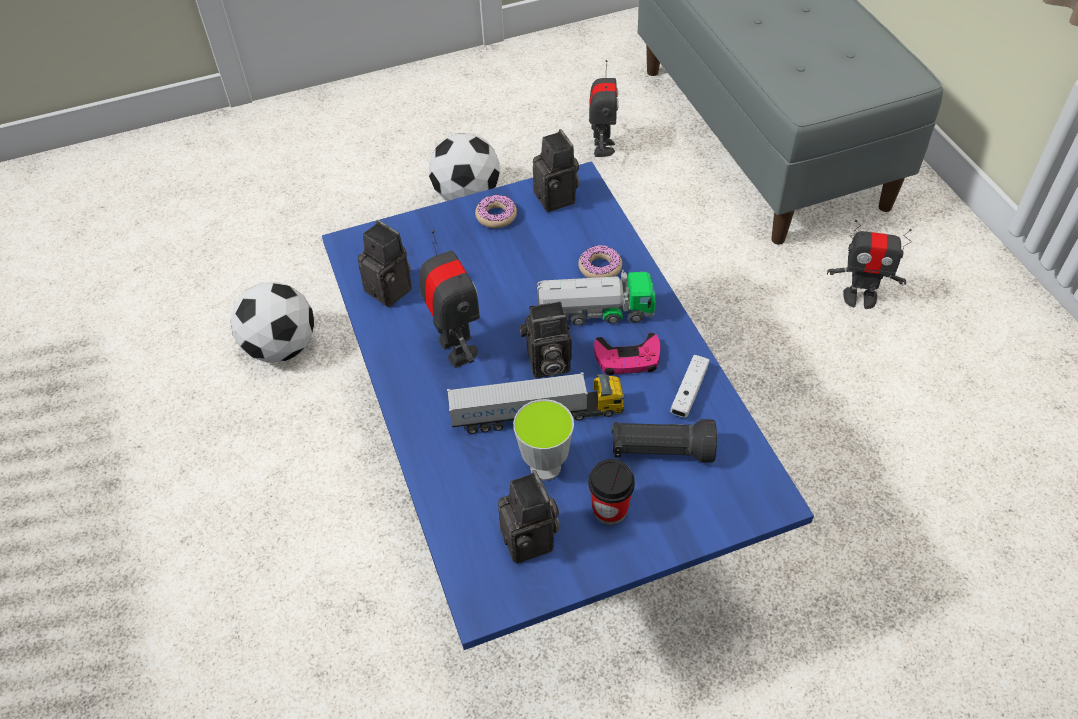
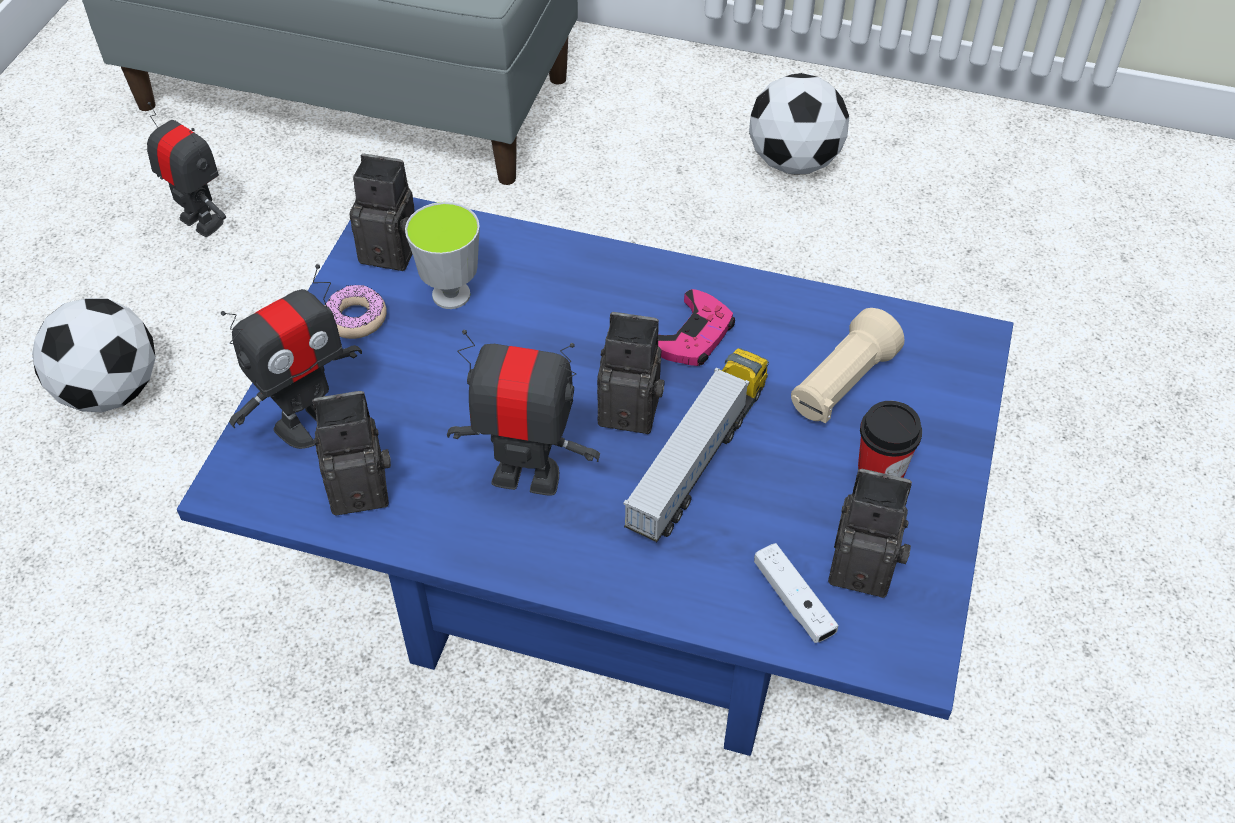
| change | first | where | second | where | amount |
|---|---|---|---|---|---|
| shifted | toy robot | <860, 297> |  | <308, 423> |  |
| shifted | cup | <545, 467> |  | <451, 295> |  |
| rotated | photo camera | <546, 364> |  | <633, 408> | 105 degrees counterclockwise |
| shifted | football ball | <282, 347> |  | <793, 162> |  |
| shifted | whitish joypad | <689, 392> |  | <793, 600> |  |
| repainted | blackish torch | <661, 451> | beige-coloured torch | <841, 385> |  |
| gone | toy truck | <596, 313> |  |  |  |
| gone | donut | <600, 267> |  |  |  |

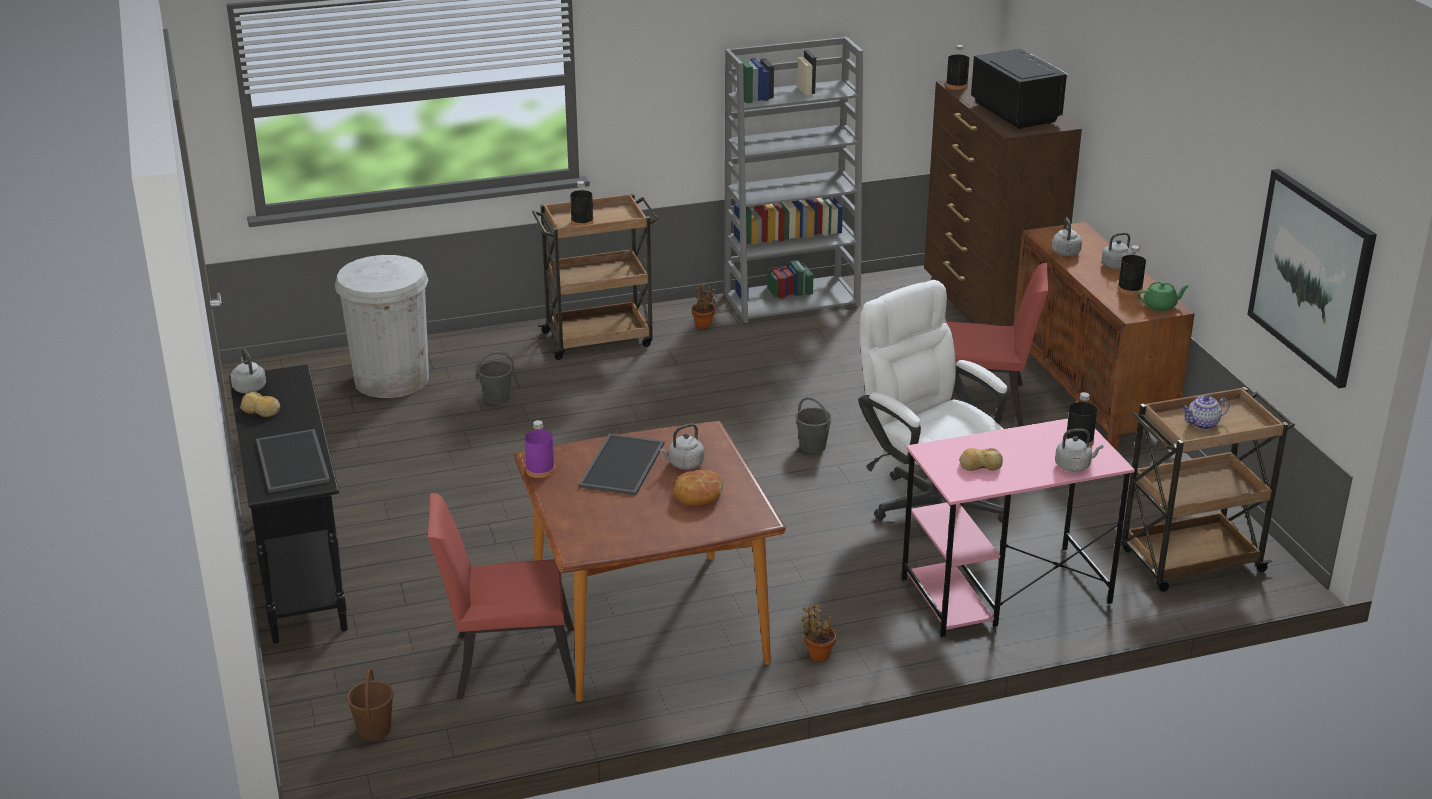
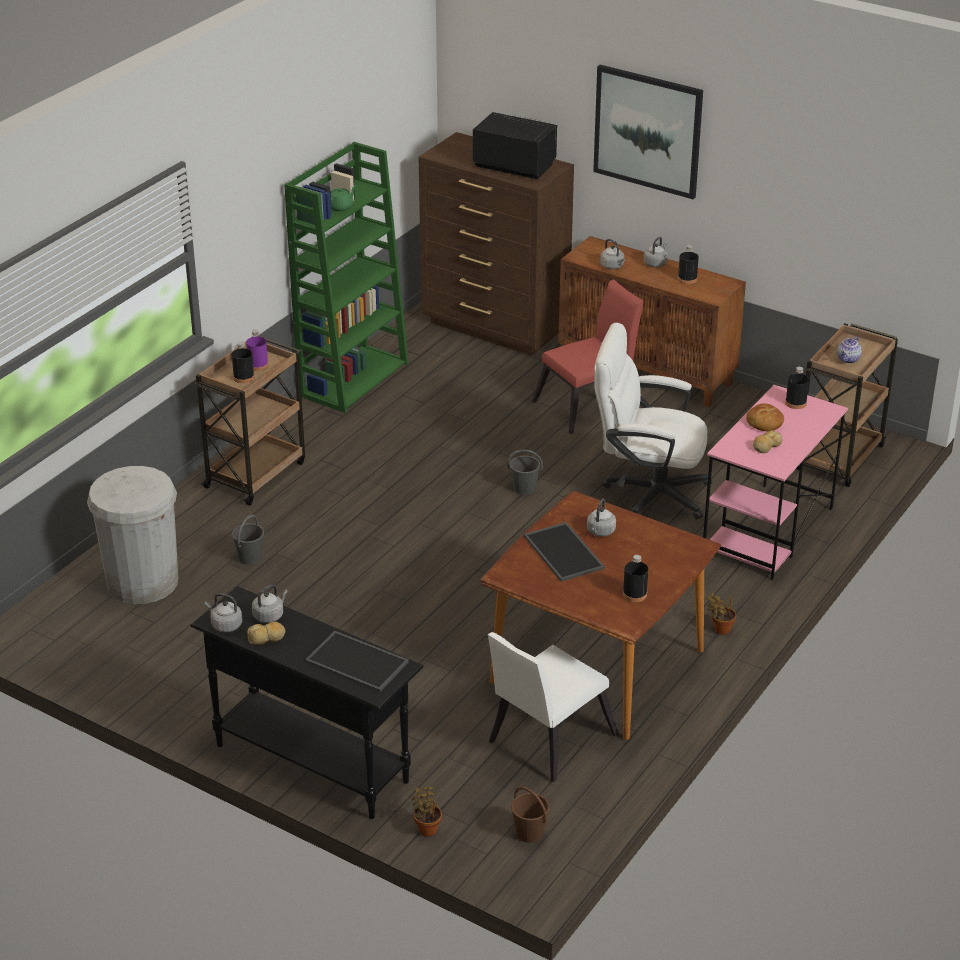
| change | first | where | second | where | amount |
|---|---|---|---|---|---|
| shifted | purple-coloured drink bottle | <540, 470> |  | <258, 365> |  |
| shifted | grey tea kettle | <1074, 466> |  | <269, 615> |  |
| repainted | grey bookcase | <793, 299> | green-coloured bookcase | <353, 378> |  |
| shifted | green-coloured teapot | <1160, 306> |  | <341, 207> |  |
| shifted | houseplant | <704, 324> |  | <427, 829> |  |
| repainted | red-coloured upright chair | <506, 662> | whitish upright chair | <546, 741> |  |
| shifted | picture | <1311, 276> |  | <648, 131> |  |
| shifted | blackish drink bottle | <956, 86> |  | <634, 594> |  |
| shifted | bakery bread | <698, 495> |  | <764, 423> |  |

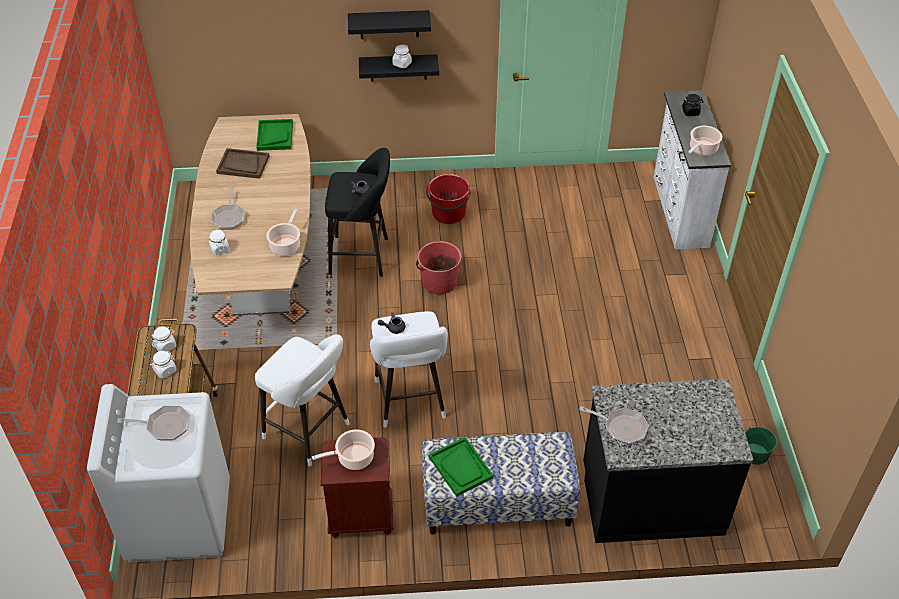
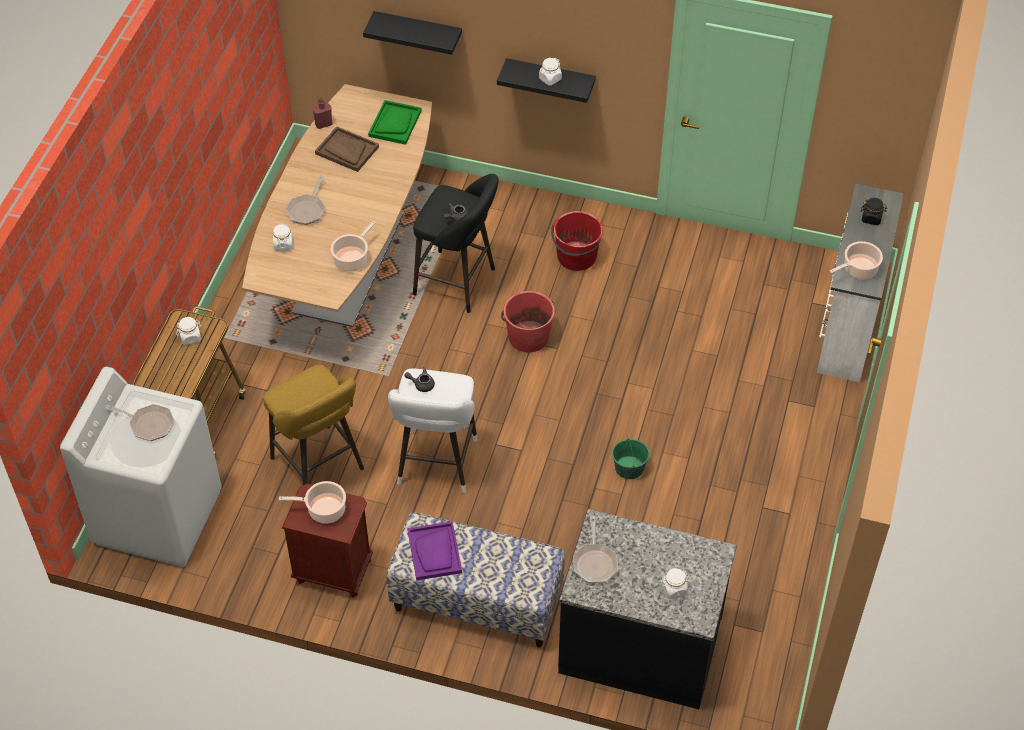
| change | first | where | second | where | amount |
|---|---|---|---|---|---|
| repainted | whitish sitting stool | <310, 433> | yellow-coloured sitting stool | <320, 467> |  |
| new |  |  | red-coloured drink bottle | <323, 124> |  |
| shifted | blackish bracket shelf | <389, 24> |  | <418, 32> |  |
| repainted | green-coloured carrying tray | <461, 467> | purple-coloured carrying tray | <434, 552> |  |
| rotated | frying pan | <621, 427> |  | <595, 562> | 45 degrees clockwise |
| shifted | green-coloured pail | <755, 454> |  | <629, 468> |  |
| shifted | whitish jar | <165, 370> |  | <673, 589> |  |

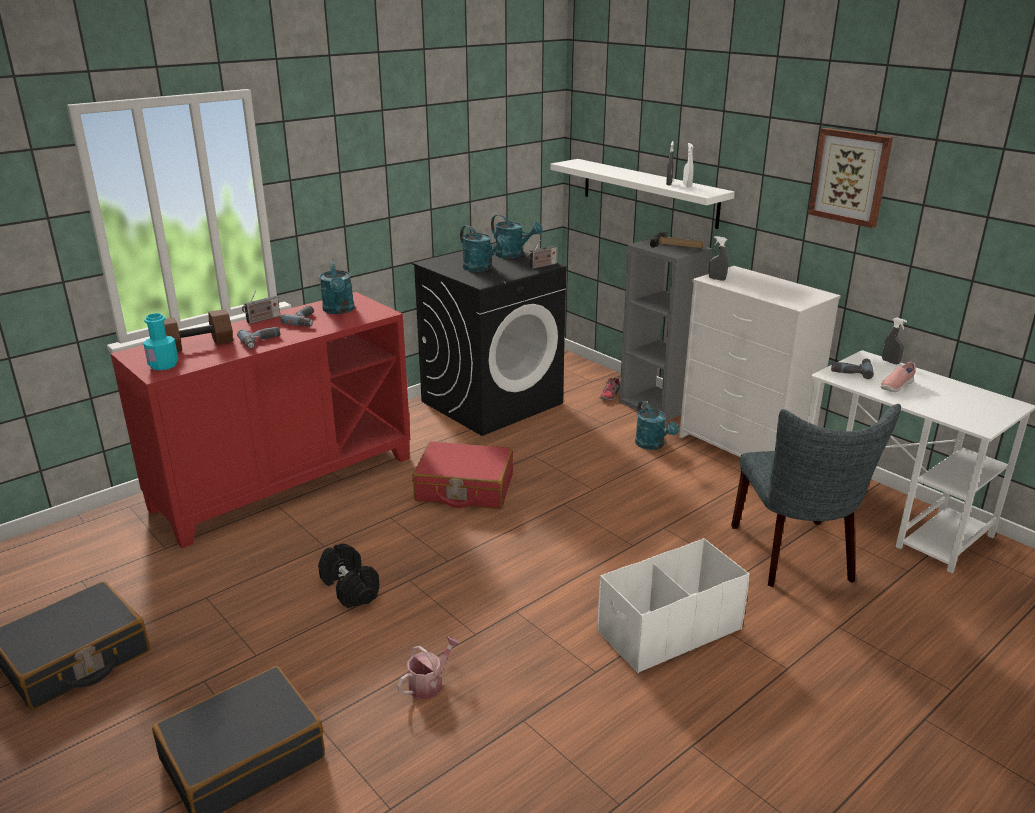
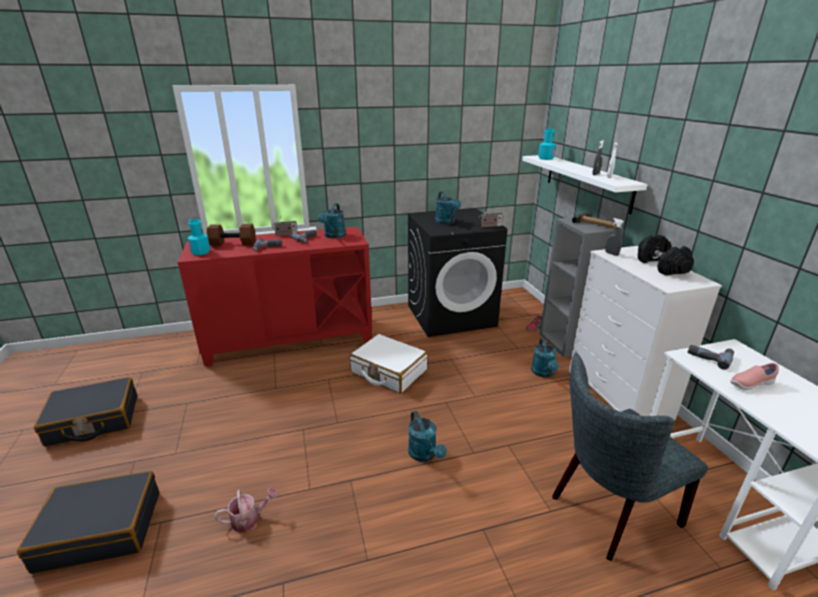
| change | first | where | second | where | amount |
|---|---|---|---|---|---|
| repainted | red-coloured suitcase | <464, 488> | whitish suitcase | <388, 371> |  |
| shifted | turquoise-coloured watering can | <513, 255> |  | <425, 455> |  |
| new |  |  | turquoise-coloured drink bottle | <545, 158> |  |
| rotated | grey upright chair | <796, 557> |  | <608, 512> | 45 degrees clockwise |
| shifted | blackish hand weight | <350, 588> |  | <662, 266> |  |
| gone | whitish storage container | <668, 630> |  |  |  |
| gone | picture | <850, 177> |  |  |  |
| gone | grey hand sprayer | <890, 362> |  |  |  |

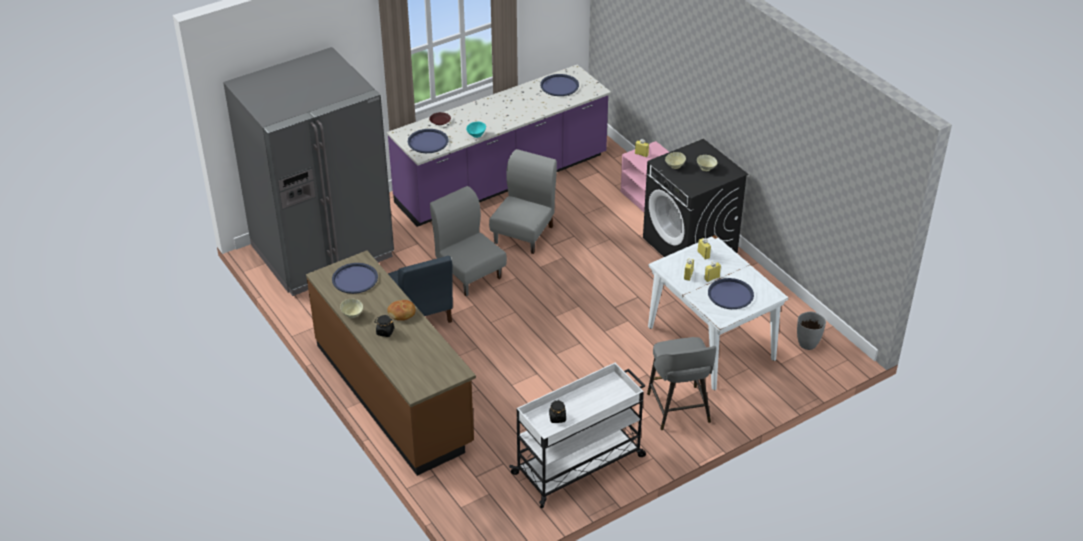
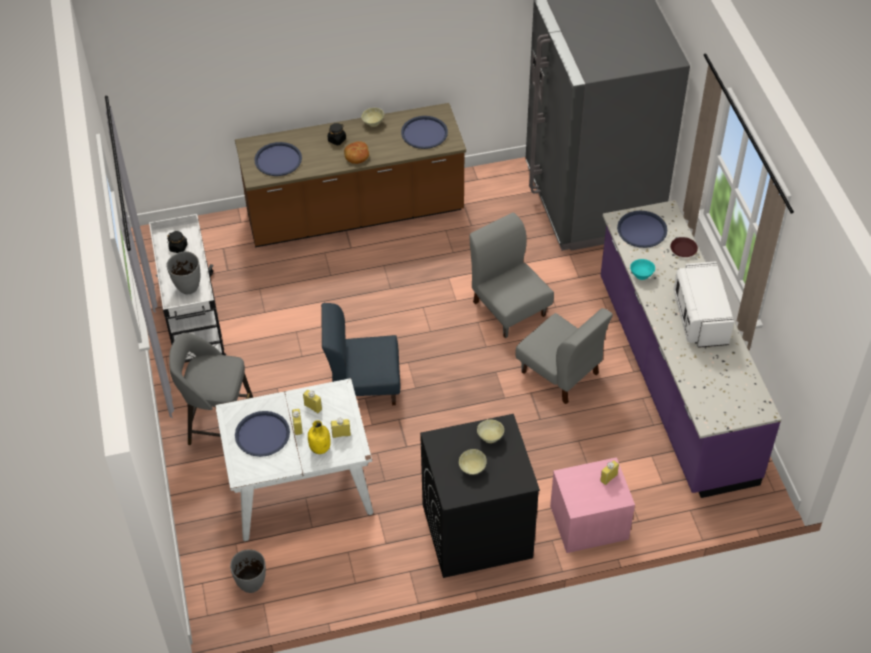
| change | first | where | second | where | amount |
|---|---|---|---|---|---|
| new |  |  | grey vase | <188, 288> |  |
| shifted | bluish carrying tray | <559, 86> |  | <278, 160> |  |
| new |  |  | yellow-coloured drink bottle | <320, 448> |  |
| shifted | bluish upright chair | <422, 312> |  | <364, 385> |  |
| rotated | grey upright chair | <469, 273> |  | <509, 308> | 105 degrees counterclockwise |
| new |  |  | whitish microwave oven | <700, 318> |  |

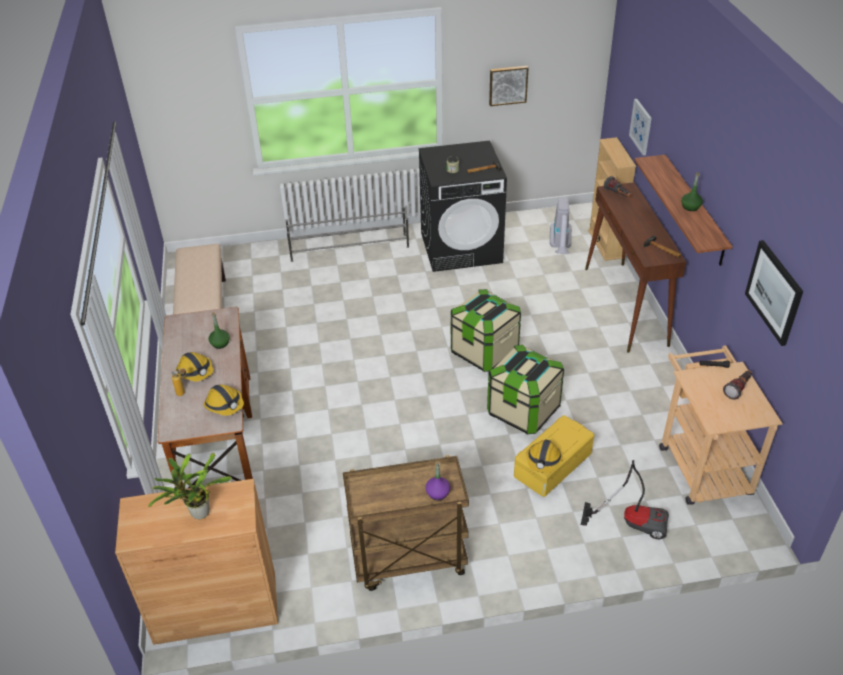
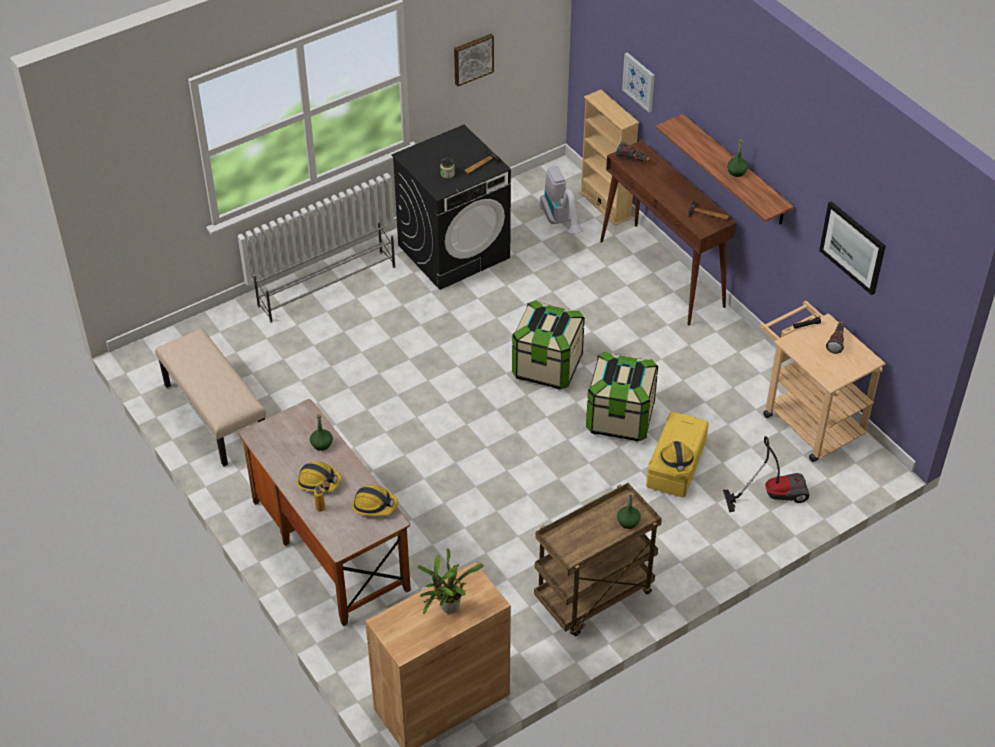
| change | first | where | second | where | amount |
|---|---|---|---|---|---|
| repainted | purple-coloured drink bottle | <437, 493> | green-coloured drink bottle | <628, 522> |  |

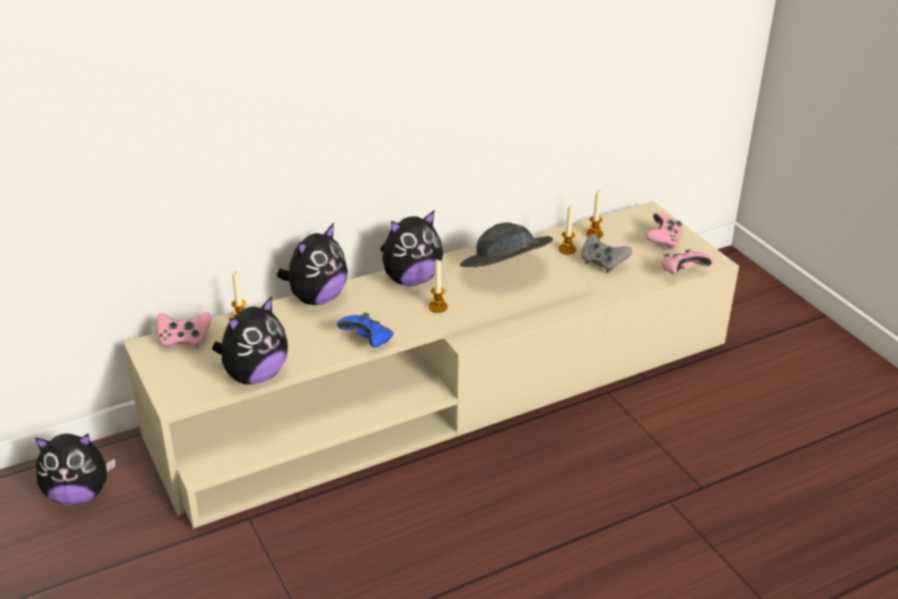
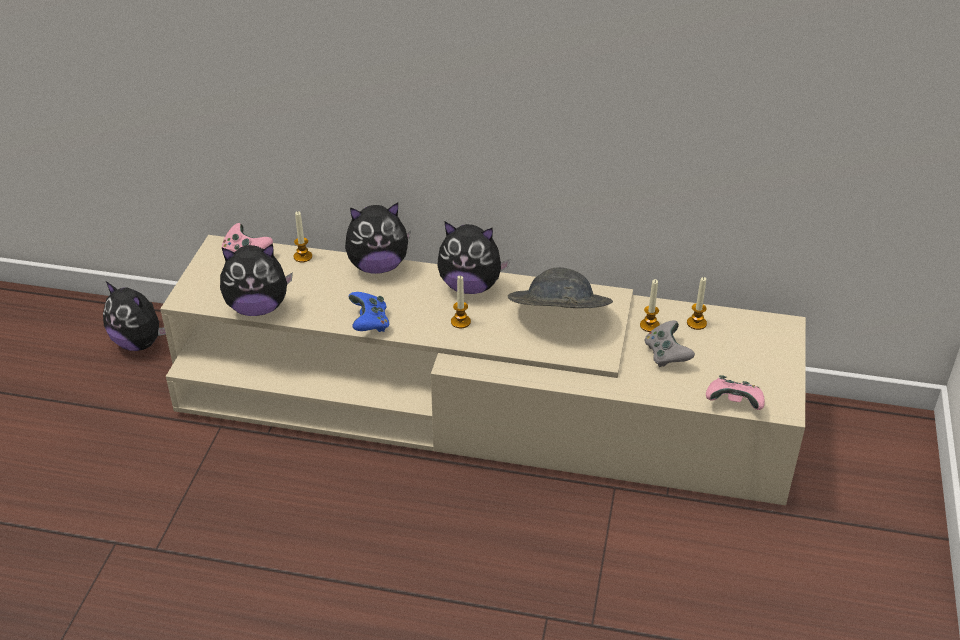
| change | first | where | second | where | amount |
|---|---|---|---|---|---|
| gone | pink-coloured joypad | <663, 241> |  |  |  |

